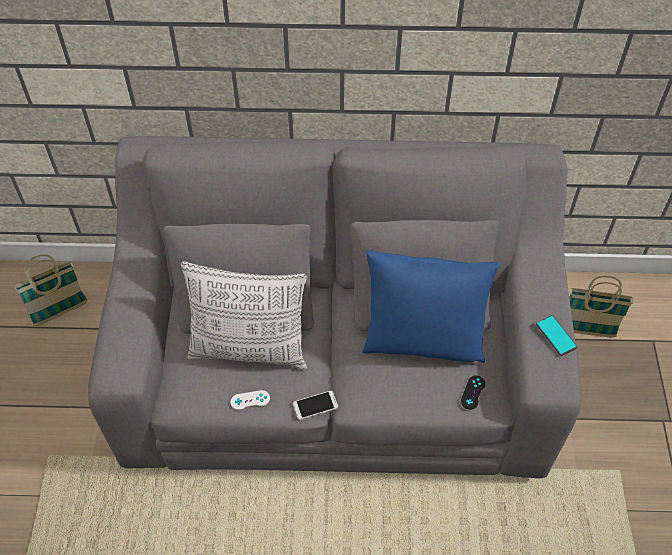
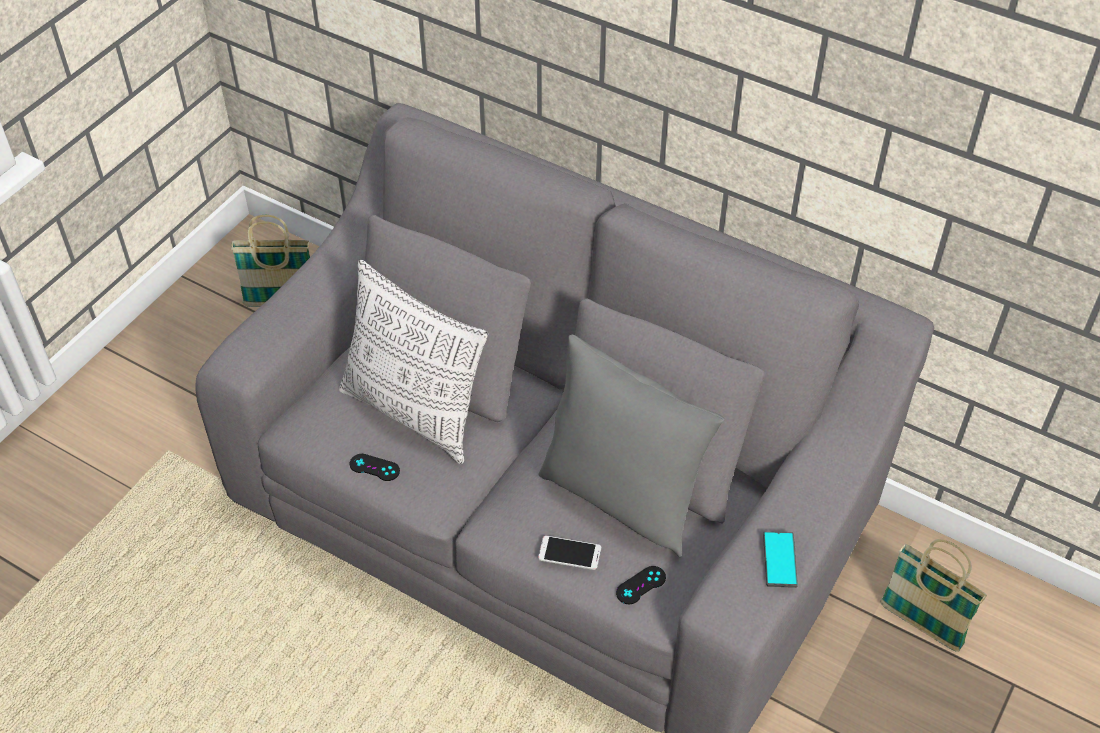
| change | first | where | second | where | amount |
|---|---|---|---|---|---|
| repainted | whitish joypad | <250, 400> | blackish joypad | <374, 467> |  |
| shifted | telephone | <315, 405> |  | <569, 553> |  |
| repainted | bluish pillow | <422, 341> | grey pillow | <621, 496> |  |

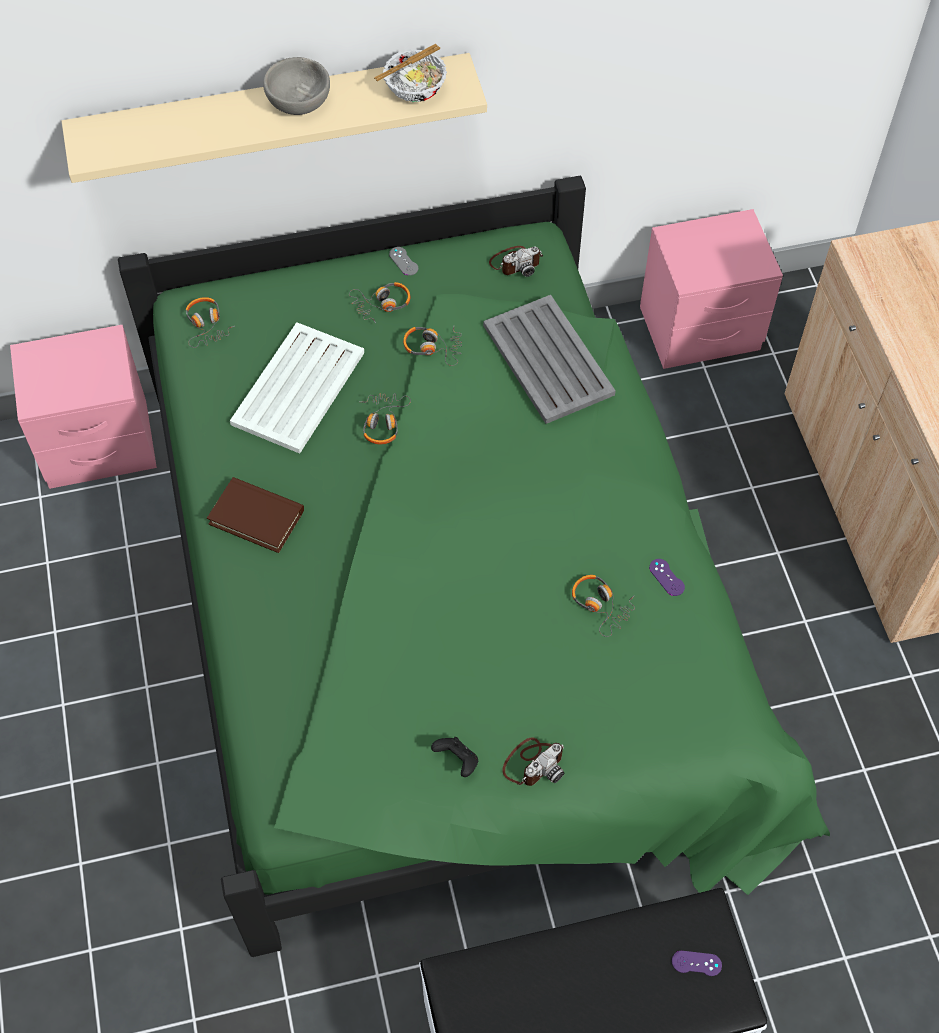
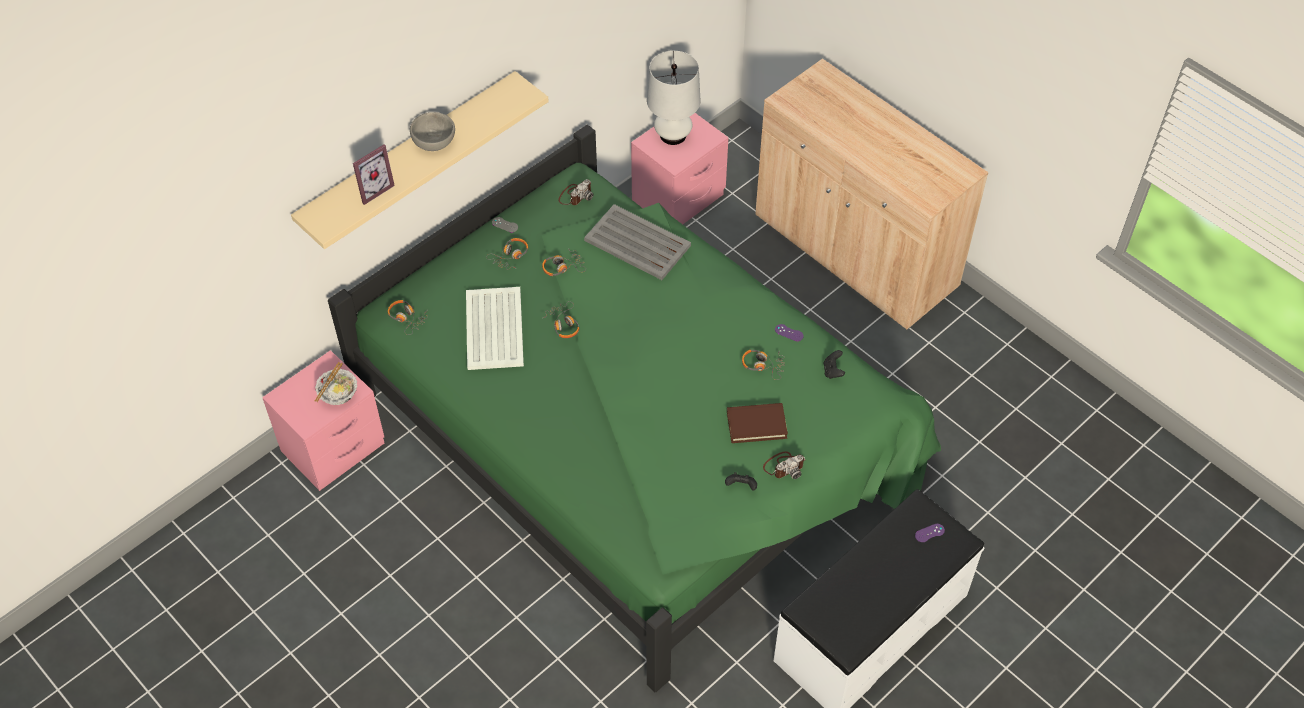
| change | first | where | second | where | amount |
|---|---|---|---|---|---|
| shifted | serving bowl | <415, 90> |  | <338, 395> |  |
| new |  |  | standing frame | <372, 189> |  |
| new |  |  | whitish lamp for a table | <673, 135> |  |
| shifted | brown book | <256, 517> |  | <756, 425> |  |
| rotated | photo camera | <533, 763> |  | <784, 466> | 45 degrees clockwise |
| new |  |  | blackish joypad | <833, 371> |  |

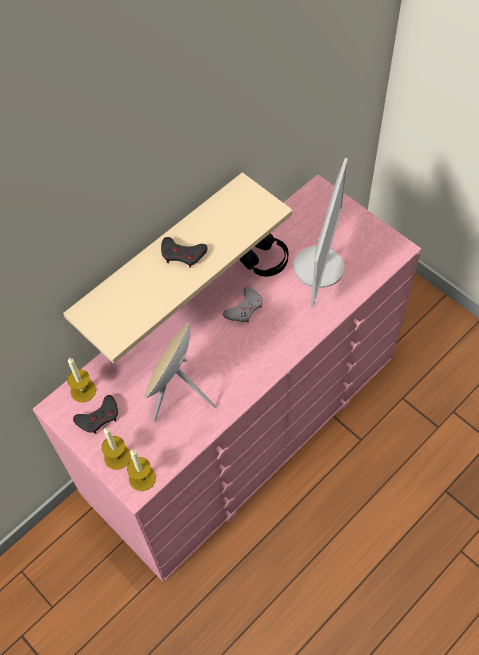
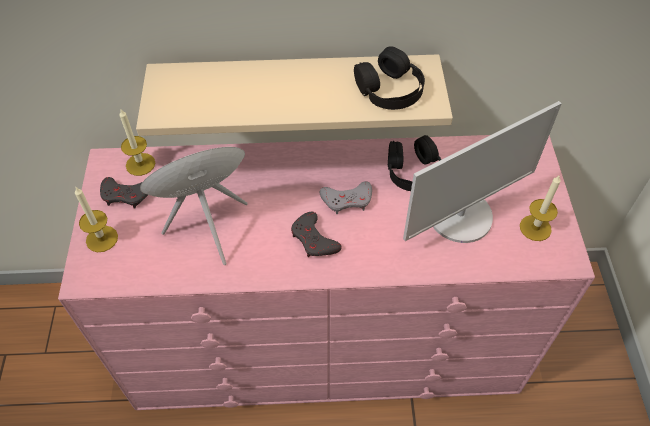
| change | first | where | second | where | amount |
|---|---|---|---|---|---|
| shifted | grey joypad | <183, 254> |  | <314, 239> |  |
| new |  |  | blackish pair of headphones | <389, 89> |  |
| shifted | candle | <142, 478> |  | <535, 228> |  |

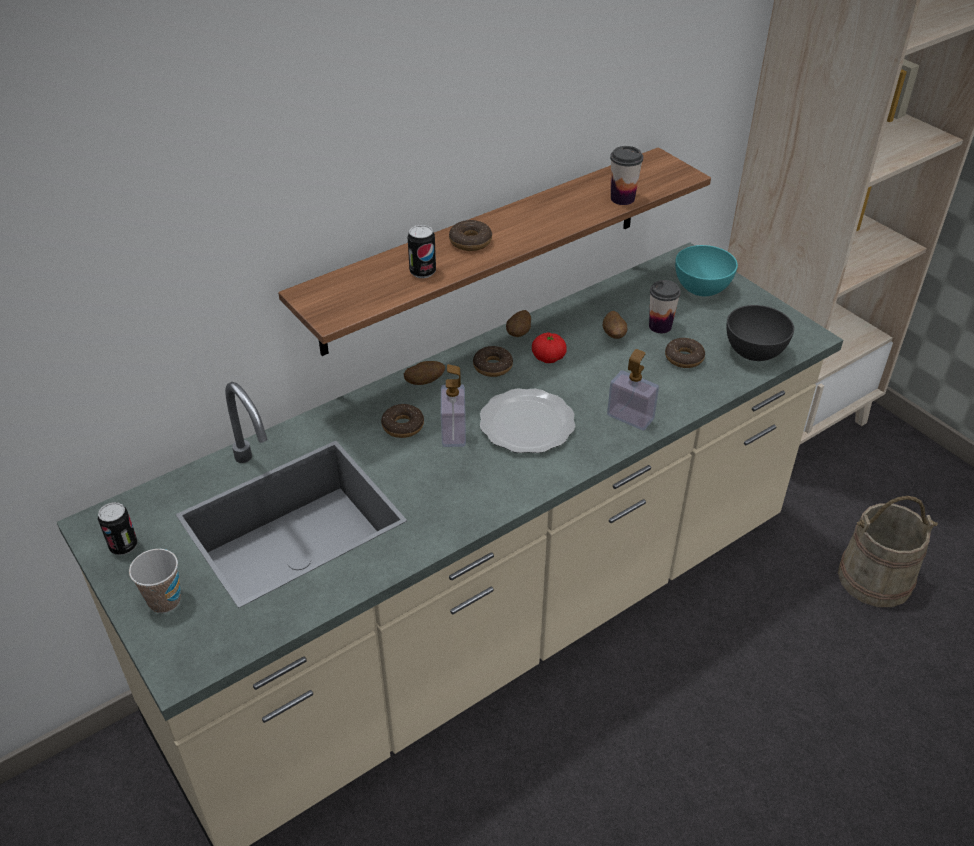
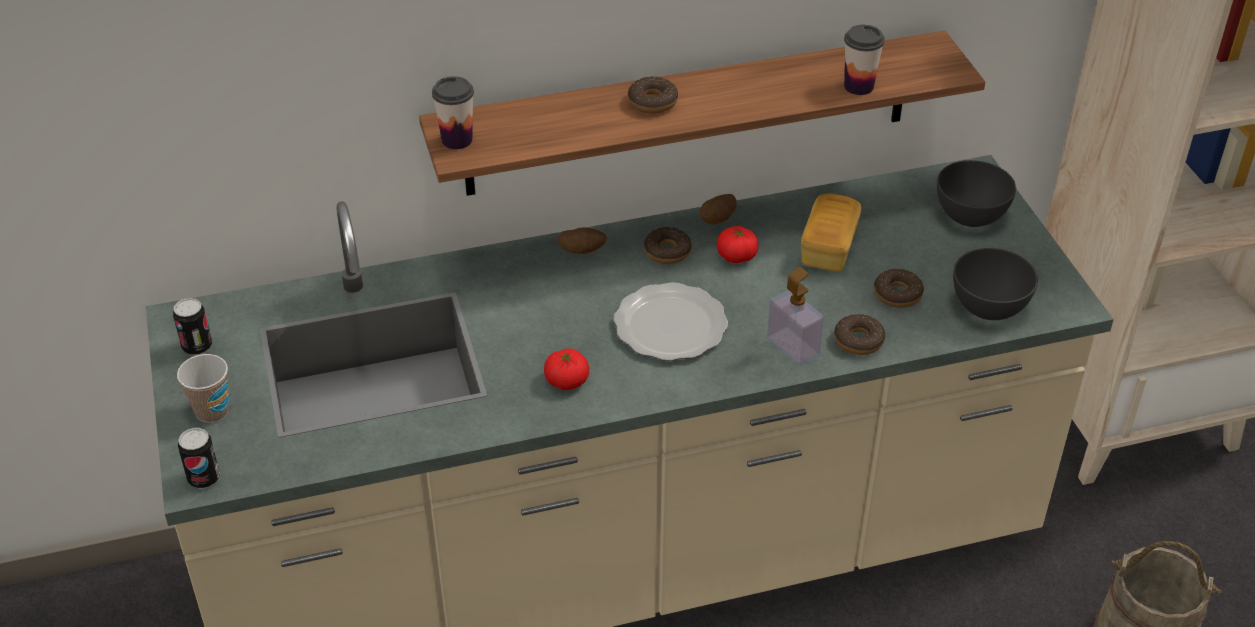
| change | first | where | second | where | amount |
|---|---|---|---|---|---|
| shifted | metal can | <422, 272> |  | <204, 478> |  |
| shifted | cup | <660, 326> |  | <457, 140> |  |
| new |  |  | tomato | <567, 381> |  |
| swapped | potato | <614, 335> | bakery bread | <828, 248> |  |
| shifted | donut | <403, 426> |  | <858, 340> |  |
| repainted | turquoise-coloured serving bowl | <701, 289> | grey serving bowl | <970, 216> |  |
| gone | soap bottle | <453, 432> |  |  |  |

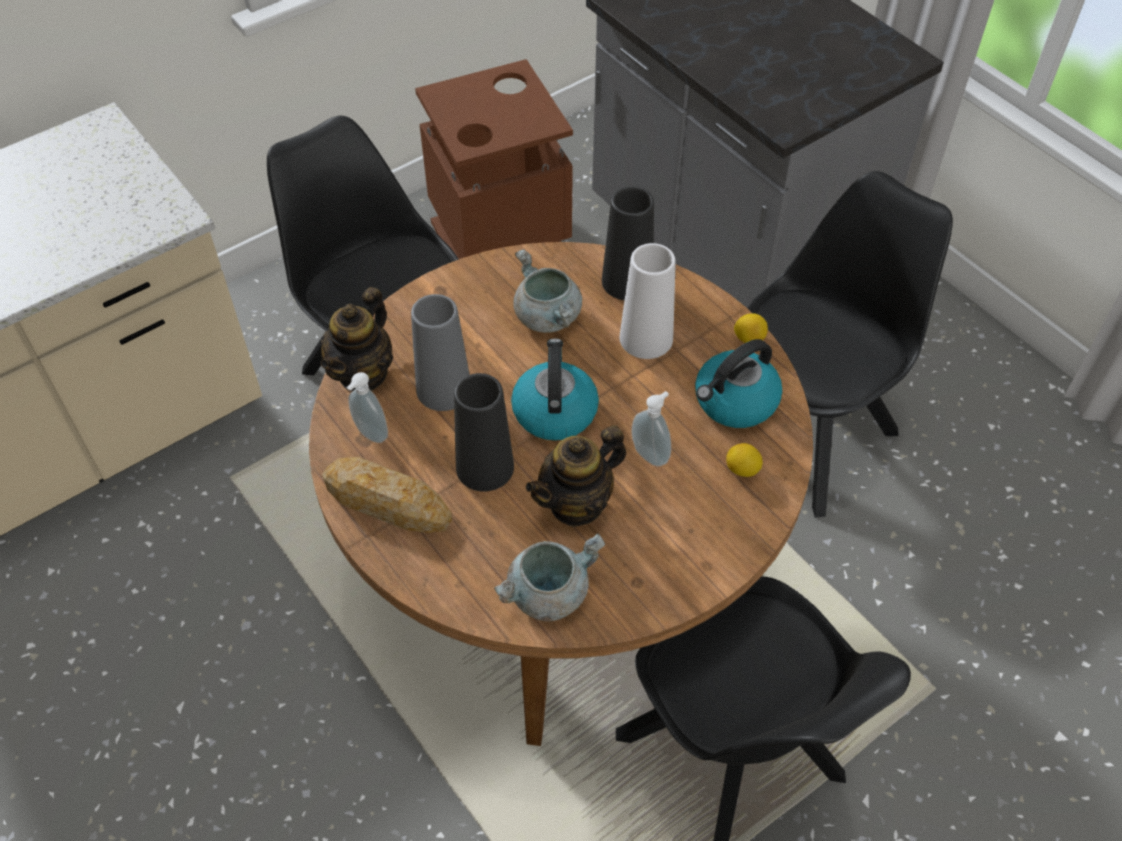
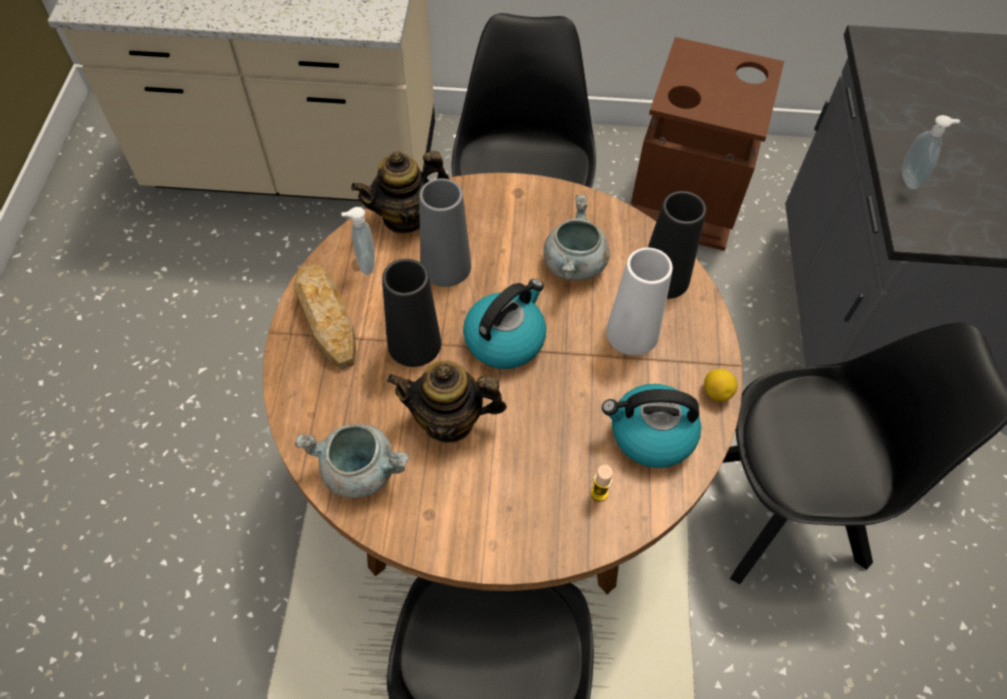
| change | first | where | second | where | amount |
|---|---|---|---|---|---|
| swapped | whole lemon | <742, 470> | candle | <599, 493> |  |
| shifted | soap bottle | <651, 454> |  | <911, 179> |  |

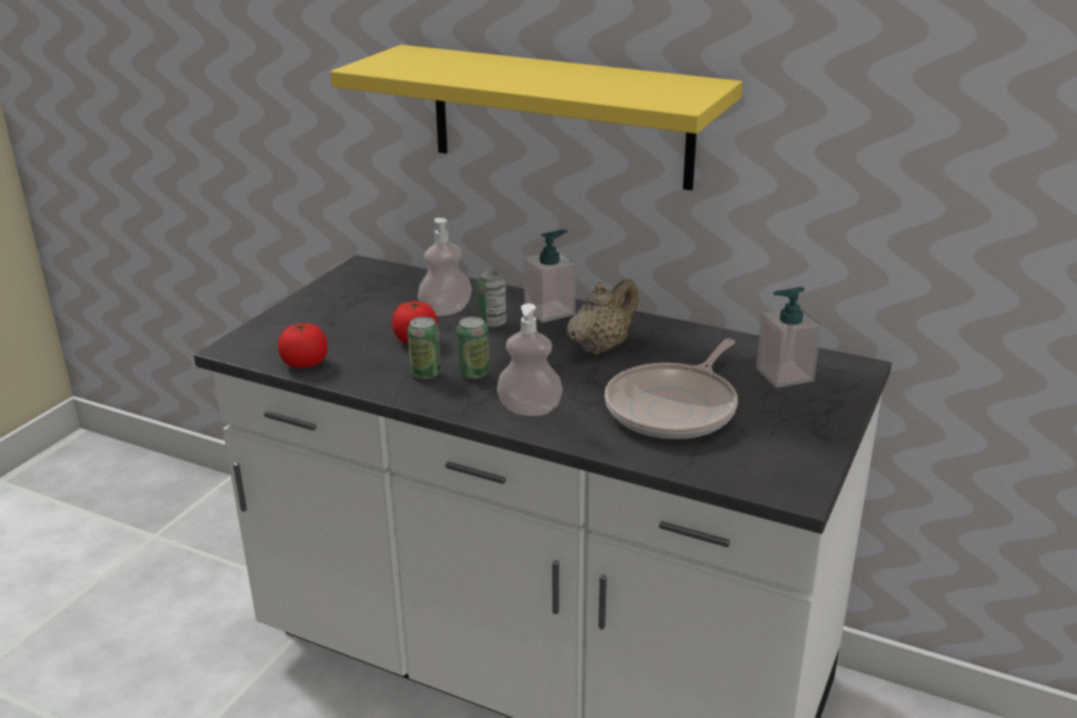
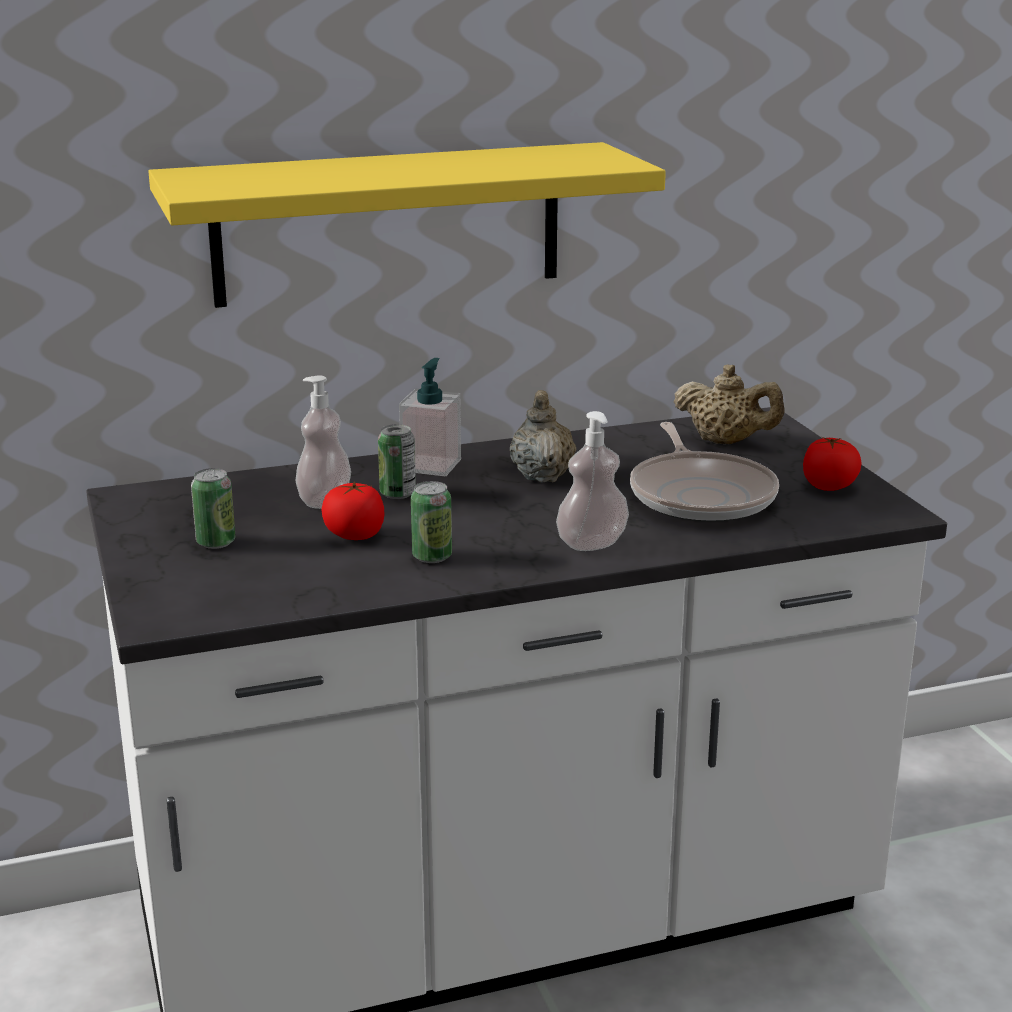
| change | first | where | second | where | amount |
|---|---|---|---|---|---|
| shifted | metal can | <474, 373> |  | <216, 542> |  |
| swapped | soap bottle | <784, 375> | beige-coloured teapot | <726, 441> |  |
| shifted | tomato | <305, 364> |  | <829, 486> |  |

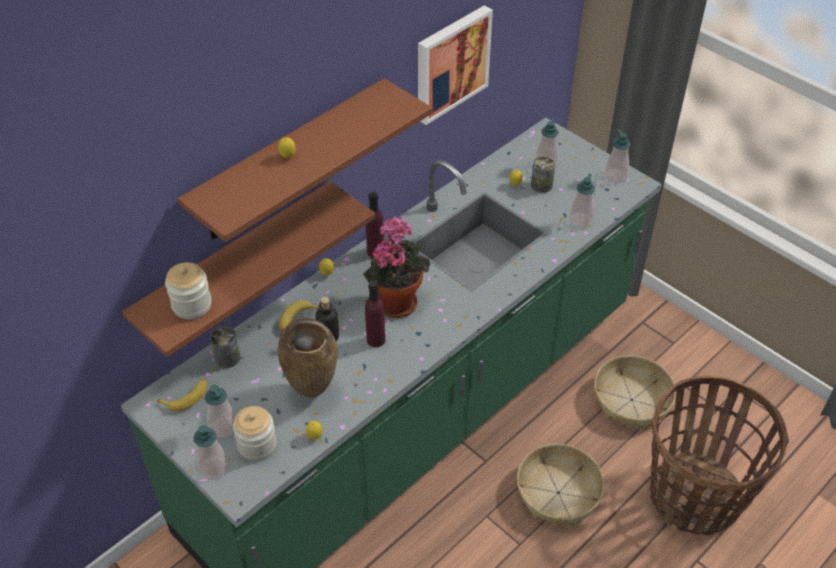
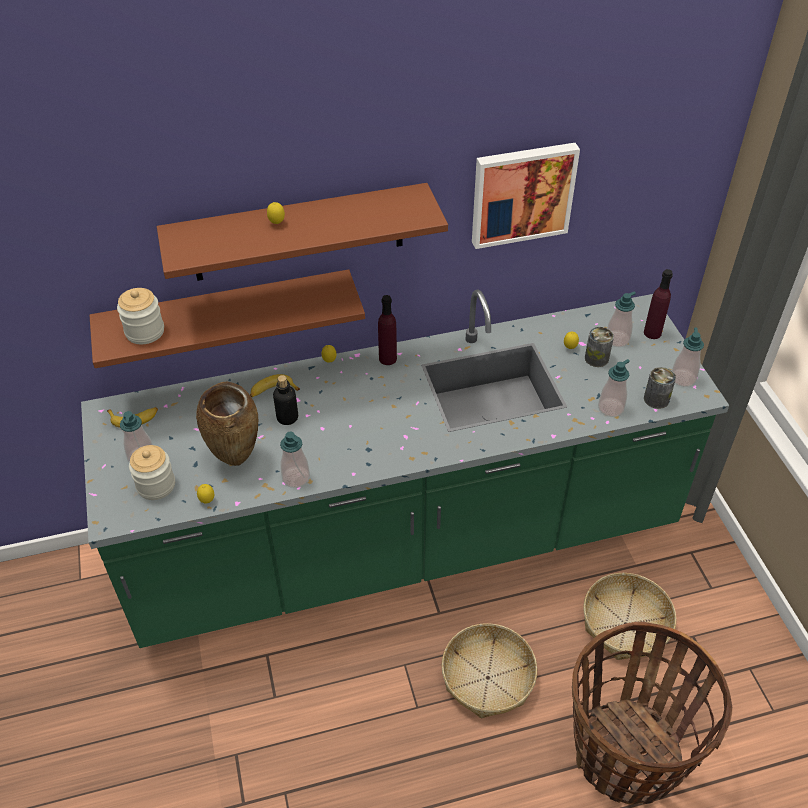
| change | first | where | second | where | amount |
|---|---|---|---|---|---|
| shifted | soap bottle | <213, 468> |  | <296, 478> |  |
| shifted | purple-coloured drink bottle | <376, 340> |  | <652, 333> |  |
| shifted | metal can | <227, 358> |  | <656, 399> |  |
| gone | houseplant | <396, 300> |  |  |  |

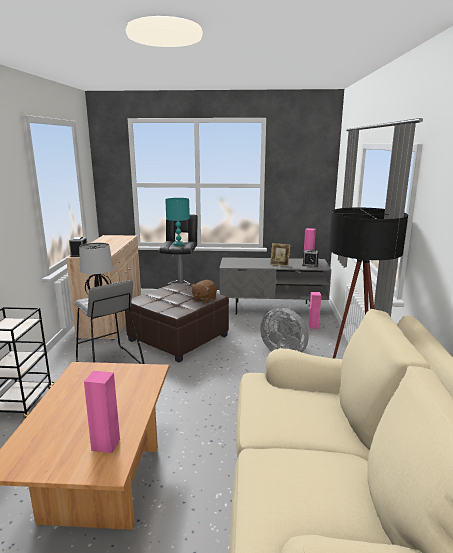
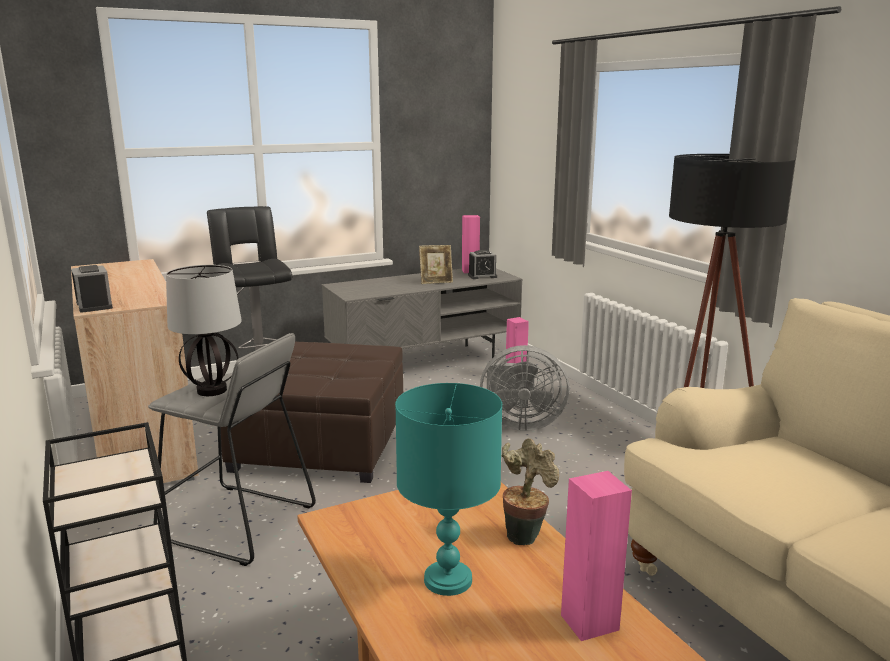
| change | first | where | second | where | amount |
|---|---|---|---|---|---|
| shifted | turquoise-coloured lamp for a table | <179, 244> |  | <449, 580> |  |
| new |  |  | houseplant | <525, 534> |  |
| gone | brown cuddly toy | <204, 299> |  |  |  |

